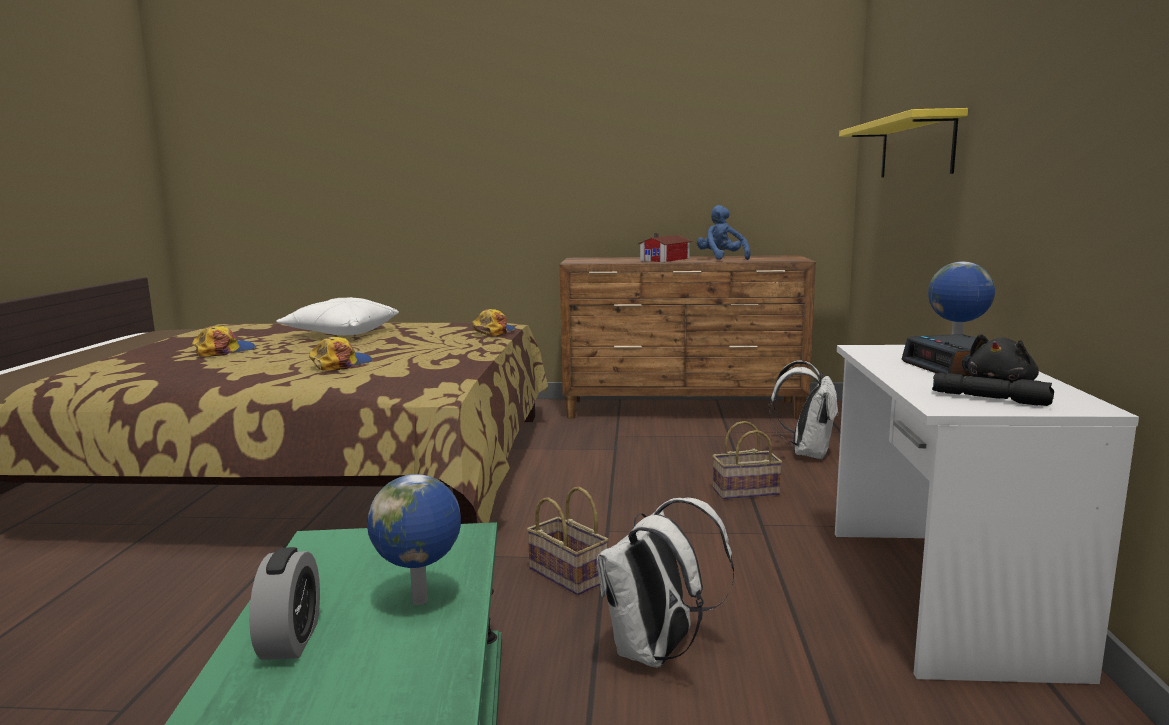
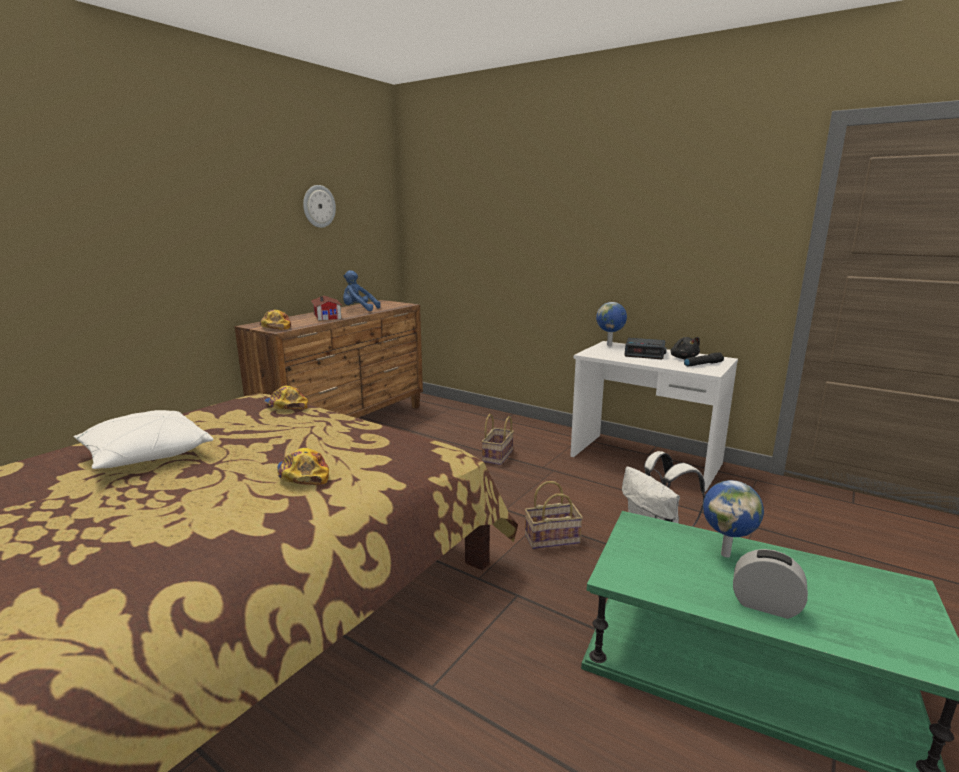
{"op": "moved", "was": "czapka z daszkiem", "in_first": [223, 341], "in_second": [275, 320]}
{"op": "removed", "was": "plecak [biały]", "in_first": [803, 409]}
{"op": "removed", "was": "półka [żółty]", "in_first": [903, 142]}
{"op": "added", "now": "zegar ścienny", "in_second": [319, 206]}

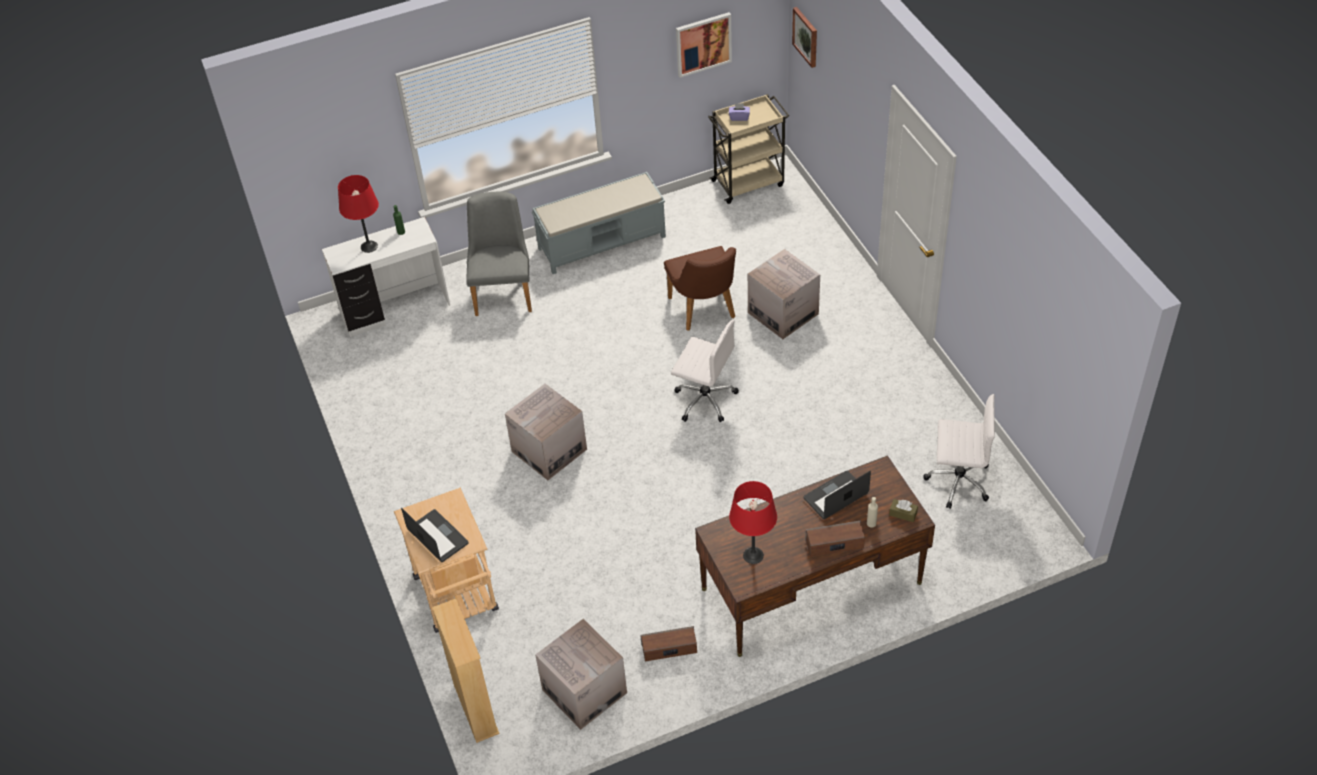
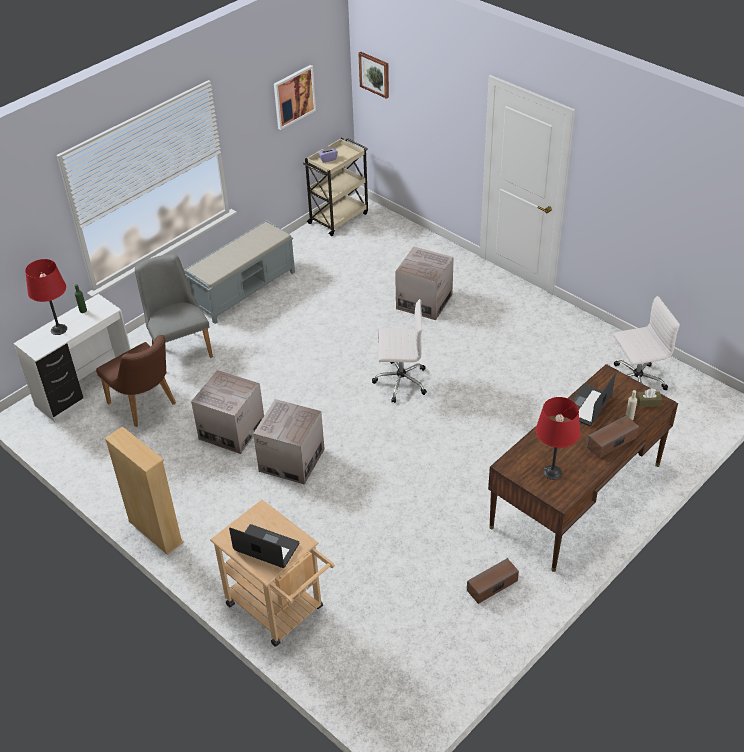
{"op": "moved", "was": "regał [beżowy]", "in_first": [466, 671], "in_second": [144, 491]}
{"op": "moved", "was": "karton", "in_first": [581, 674], "in_second": [227, 412]}
{"op": "moved", "was": "krzesło [brązowy]", "in_first": [700, 288], "in_second": [136, 381]}

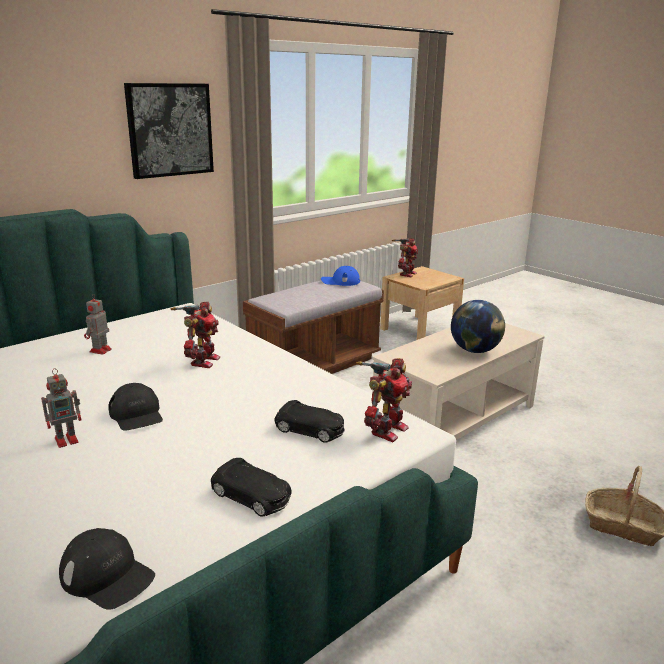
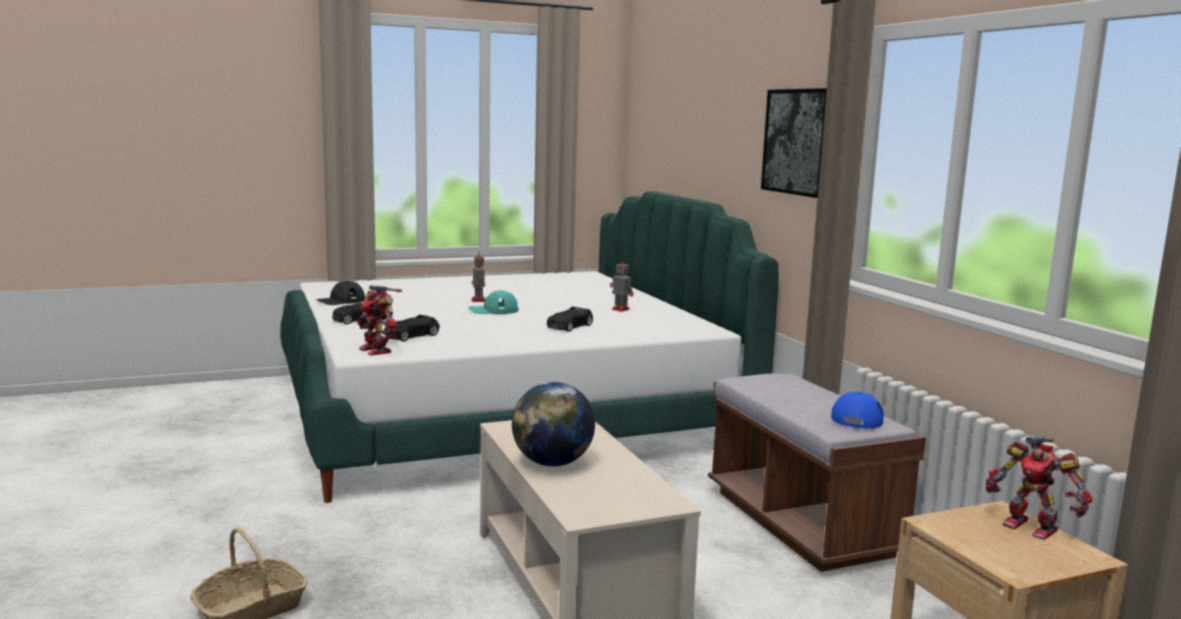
{"op": "recoloured", "was": "czapka z daszkiem [czarny]", "now": "czapka z daszkiem [turkusowy]", "in_first": [135, 407], "in_second": [493, 302]}
{"op": "replaced", "was": "robot zabawkowy", "now": "samochodzik [czarny]", "in_first": [195, 335], "in_second": [570, 319]}

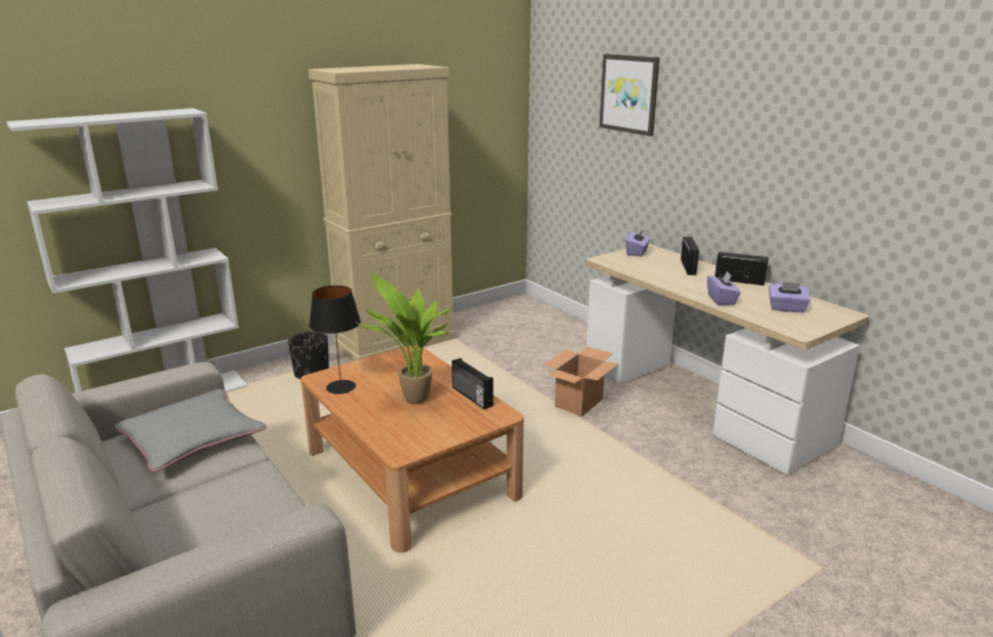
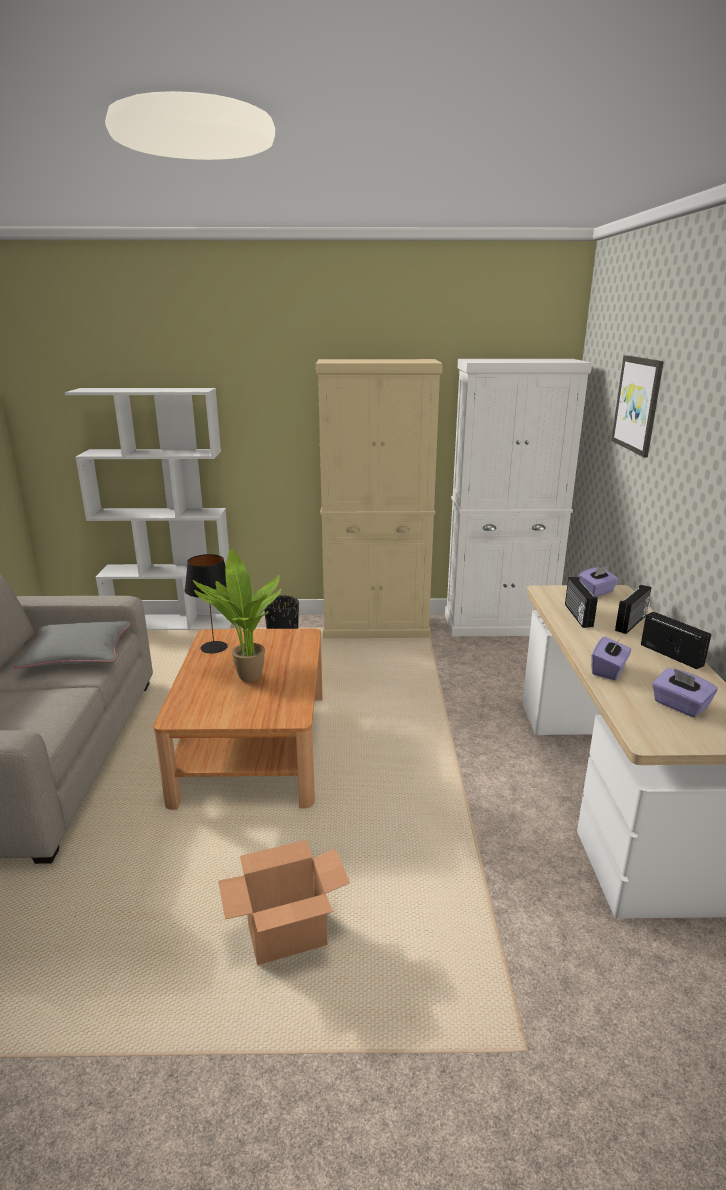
{"op": "moved", "was": "radio", "in_first": [472, 384], "in_second": [581, 602]}
{"op": "moved", "was": "karton", "in_first": [580, 381], "in_second": [284, 902]}
{"op": "added", "now": "szafka [biały]", "in_second": [518, 497]}

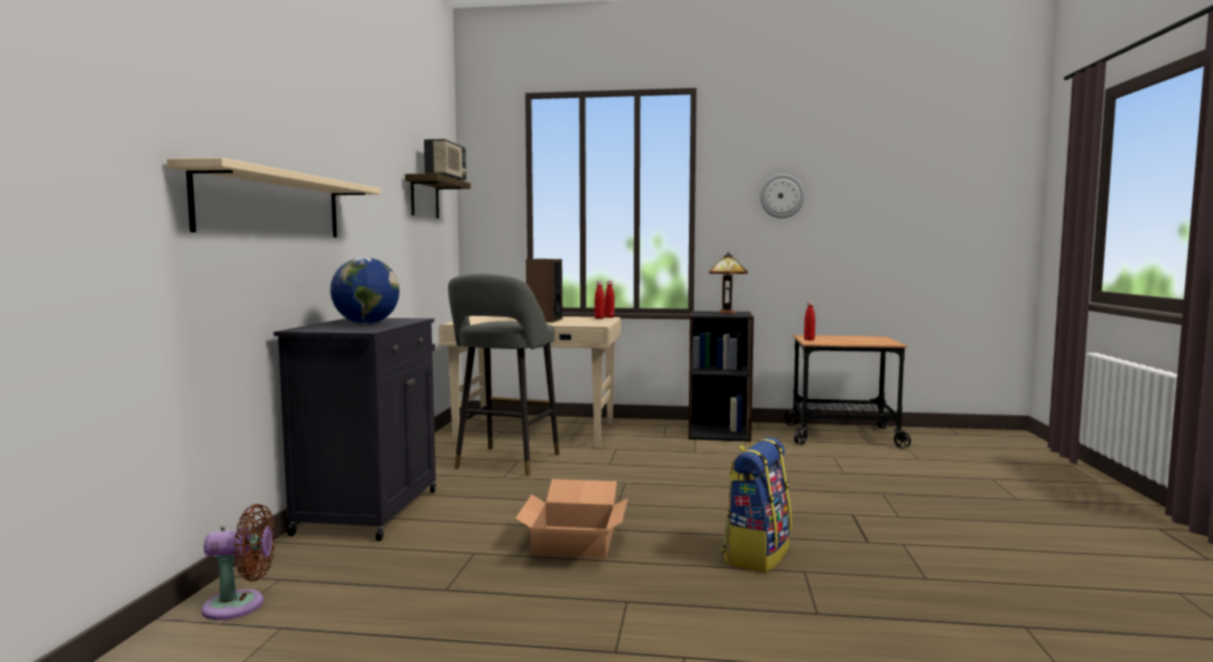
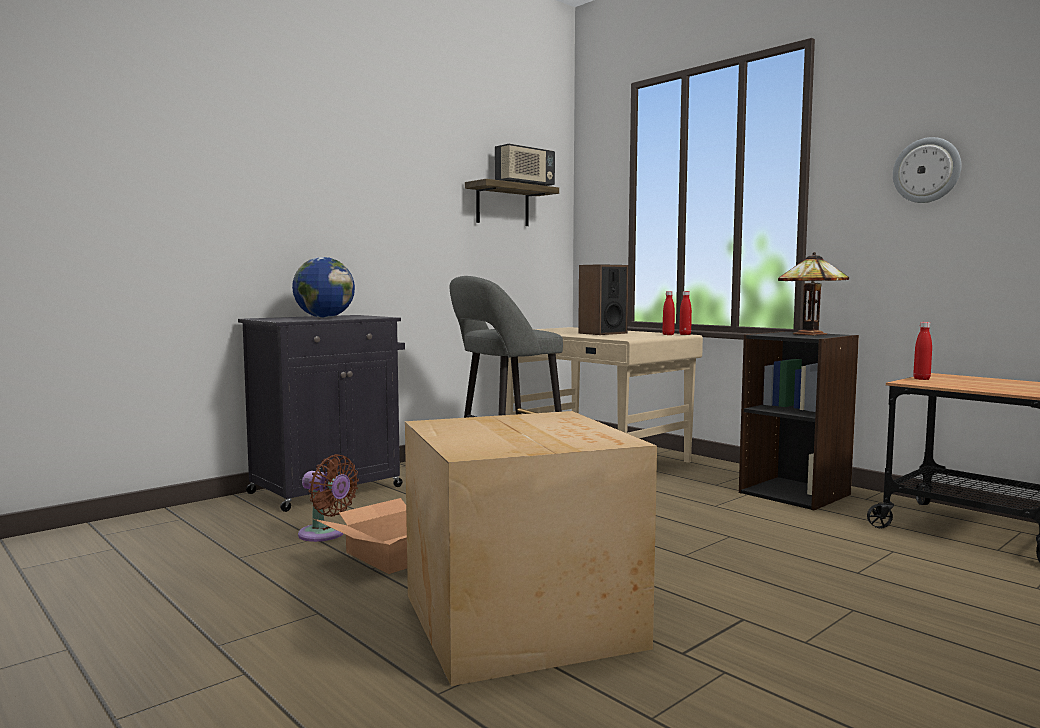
{"op": "removed", "was": "półka [beżowy]", "in_first": [274, 198]}
{"op": "moved", "was": "wentylator [brązowy]", "in_first": [238, 562], "in_second": [328, 498]}
{"op": "replaced", "was": "plecak", "now": "karton", "in_first": [756, 505], "in_second": [531, 548]}

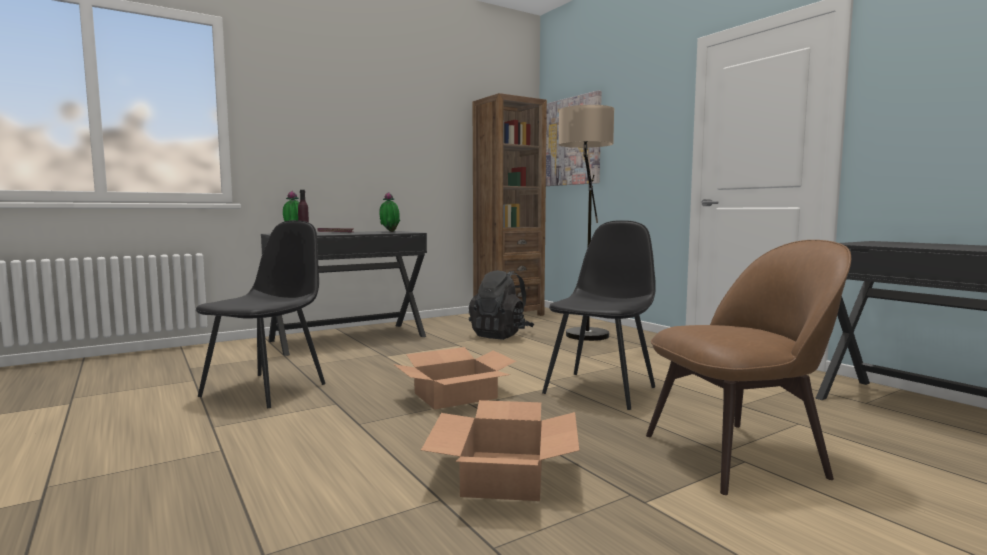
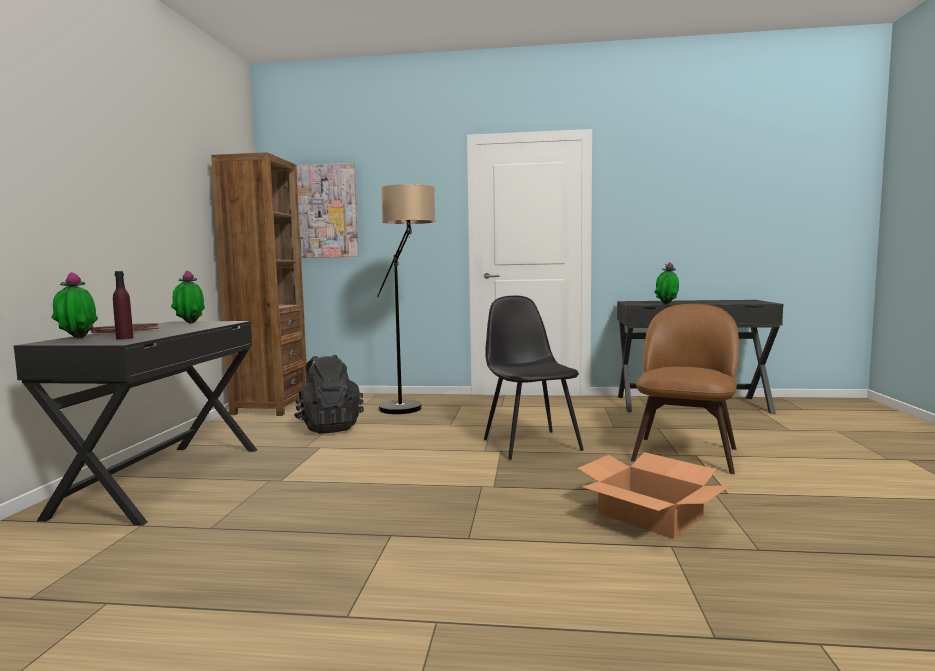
{"op": "removed", "was": "krzesło [czarny]", "in_first": [261, 314]}
{"op": "removed", "was": "karton", "in_first": [454, 378]}
{"op": "added", "now": "roślina doniczkowa", "in_second": [666, 283]}

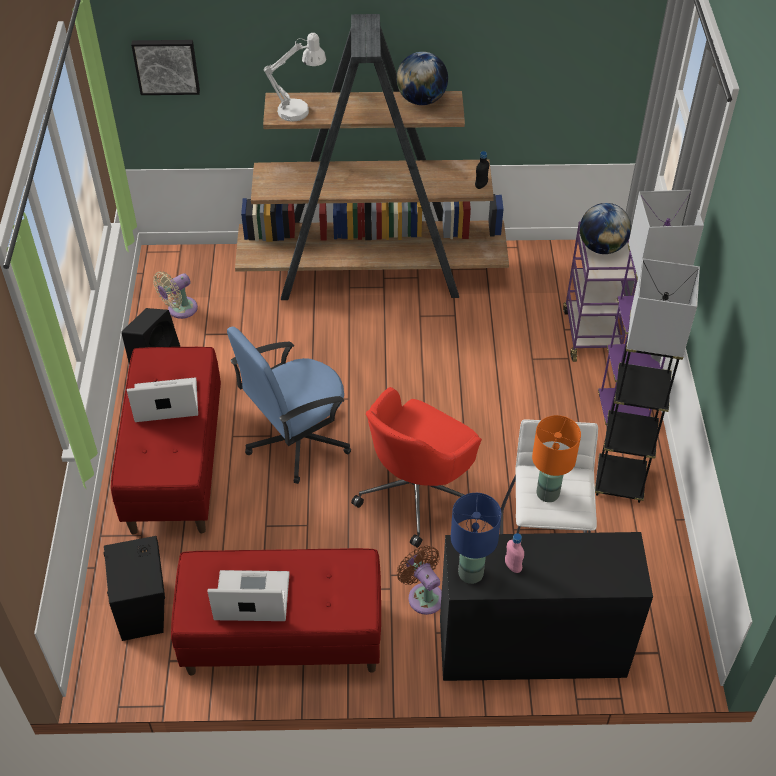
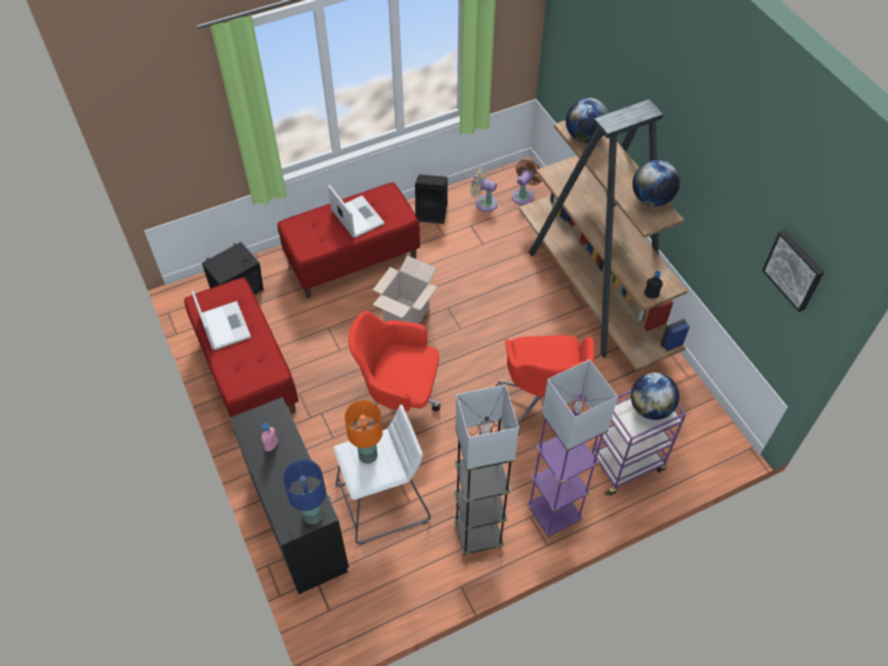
{"op": "moved", "was": "obraz", "in_first": [165, 67], "in_second": [793, 271]}
{"op": "replaced", "was": "krzesło biurowe [niebieski]", "now": "karton", "in_first": [289, 405], "in_second": [404, 290]}
{"op": "replaced", "was": "lampa stołowa [biały]", "now": "globus", "in_first": [295, 77], "in_second": [587, 120]}
{"op": "moved", "was": "wentylator [brązowy]", "in_first": [419, 580], "in_second": [527, 182]}
{"op": "moved", "was": "lampa stołowa [niebieski]", "in_first": [476, 538], "in_second": [304, 492]}
{"op": "added", "now": "krzesło biurowe [czerwony]", "in_second": [545, 385]}

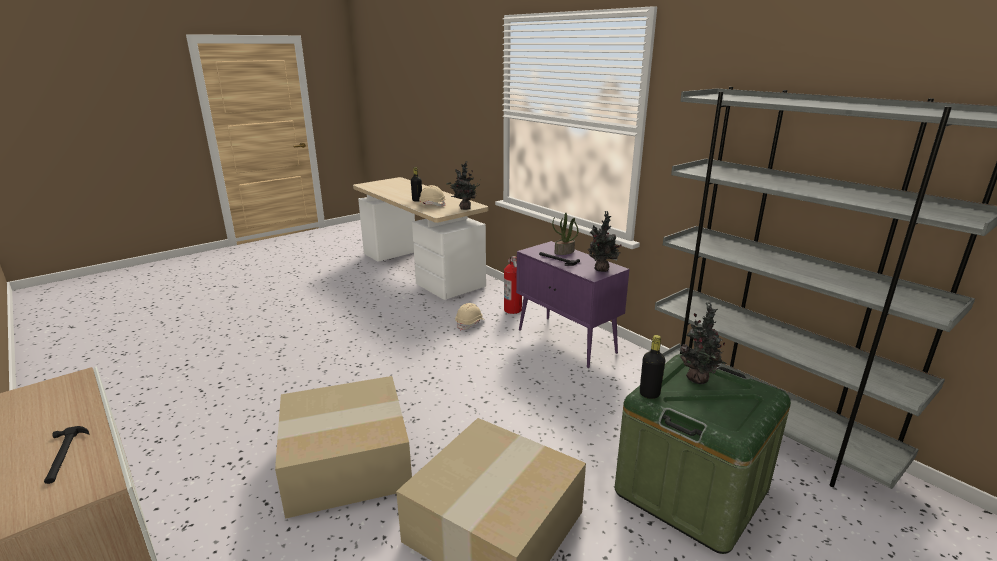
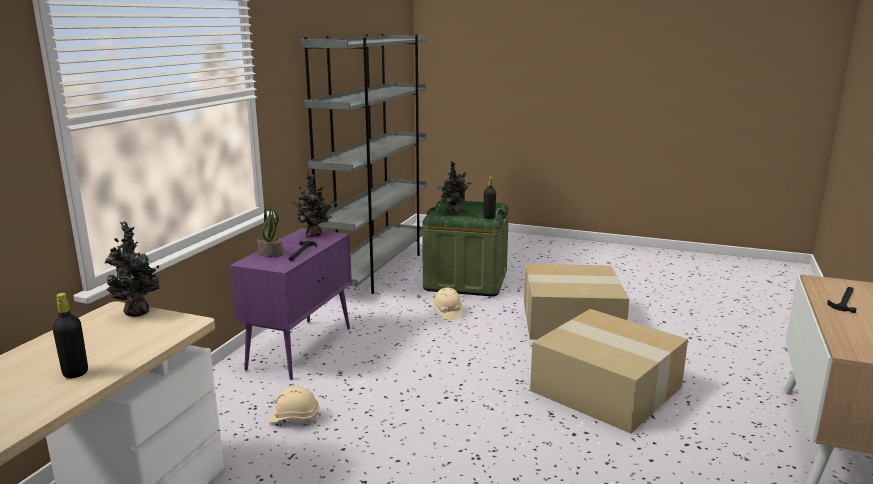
{"op": "moved", "was": "kask [beżowy]", "in_first": [431, 196], "in_second": [448, 303]}
{"op": "removed", "was": "gaśnica", "in_first": [513, 285]}

